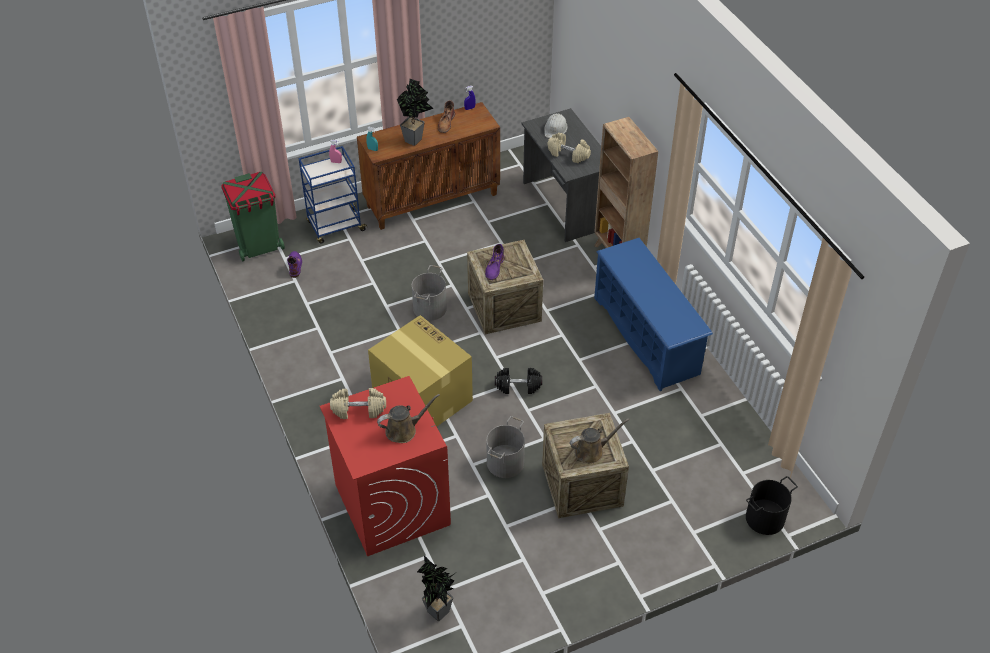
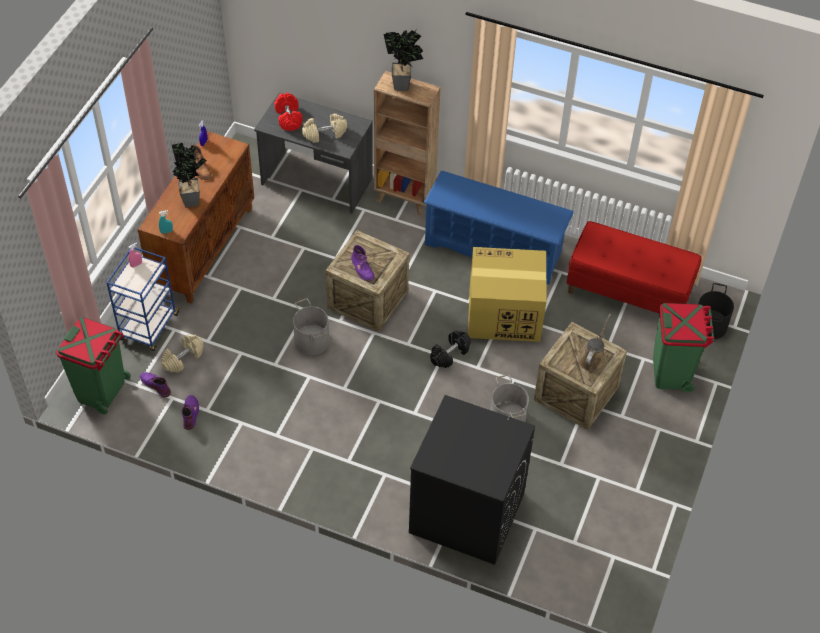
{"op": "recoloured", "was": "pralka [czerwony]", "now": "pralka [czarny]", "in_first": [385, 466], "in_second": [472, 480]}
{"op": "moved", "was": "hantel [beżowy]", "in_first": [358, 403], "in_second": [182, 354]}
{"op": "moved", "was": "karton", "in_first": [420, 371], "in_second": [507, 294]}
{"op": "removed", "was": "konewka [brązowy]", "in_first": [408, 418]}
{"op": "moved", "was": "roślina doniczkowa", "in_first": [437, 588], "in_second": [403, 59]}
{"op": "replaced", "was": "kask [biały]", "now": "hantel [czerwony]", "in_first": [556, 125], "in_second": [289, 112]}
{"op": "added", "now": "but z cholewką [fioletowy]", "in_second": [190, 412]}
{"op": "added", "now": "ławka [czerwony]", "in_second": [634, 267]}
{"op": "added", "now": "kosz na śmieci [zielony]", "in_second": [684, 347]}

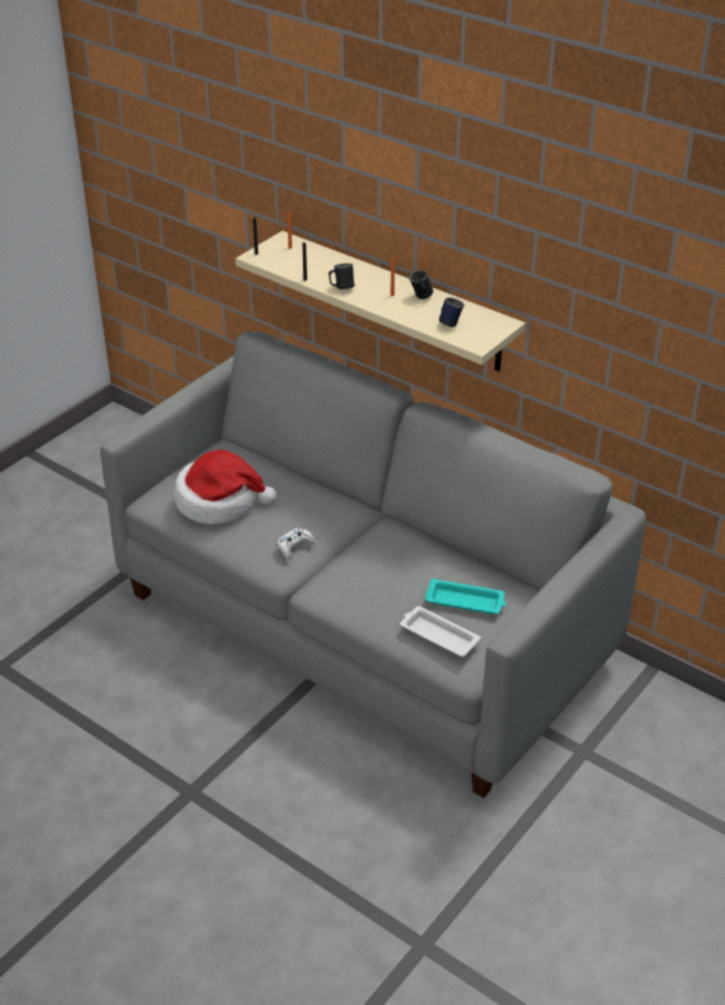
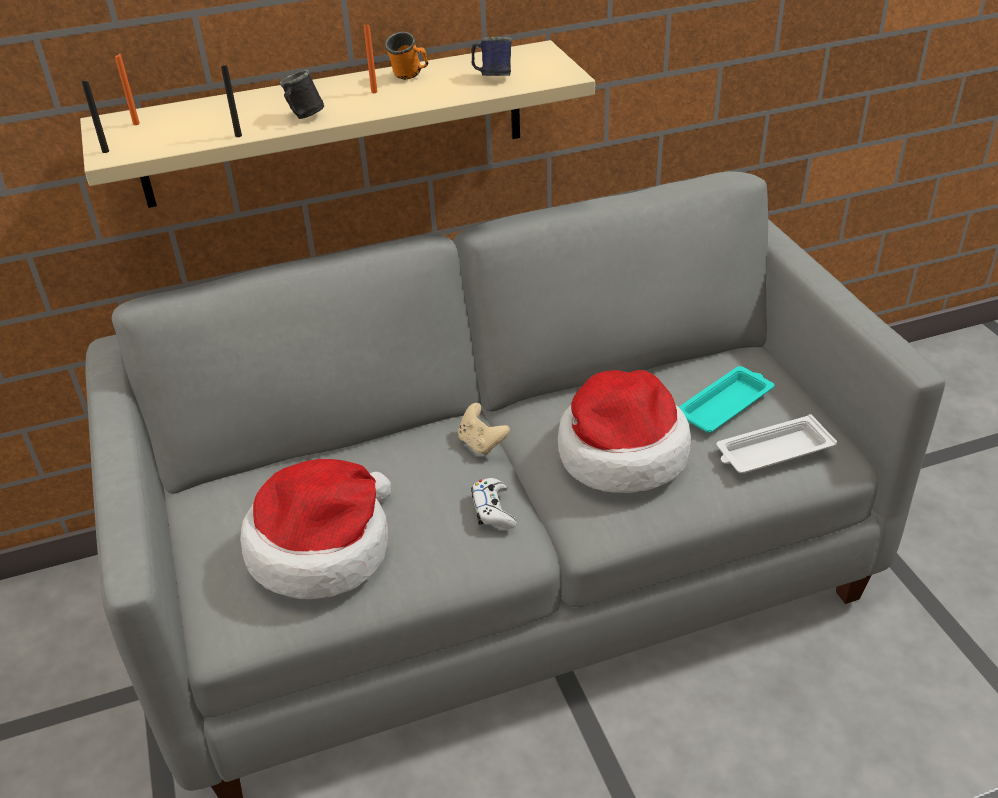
{"op": "recoloured", "was": "kubek [czarny]", "now": "kubek [pomarańczowy]", "in_first": [421, 284], "in_second": [406, 56]}
{"op": "added", "now": "pad do gier [beżowy]", "in_second": [484, 429]}
{"op": "added", "now": "kapelusz", "in_second": [624, 431]}

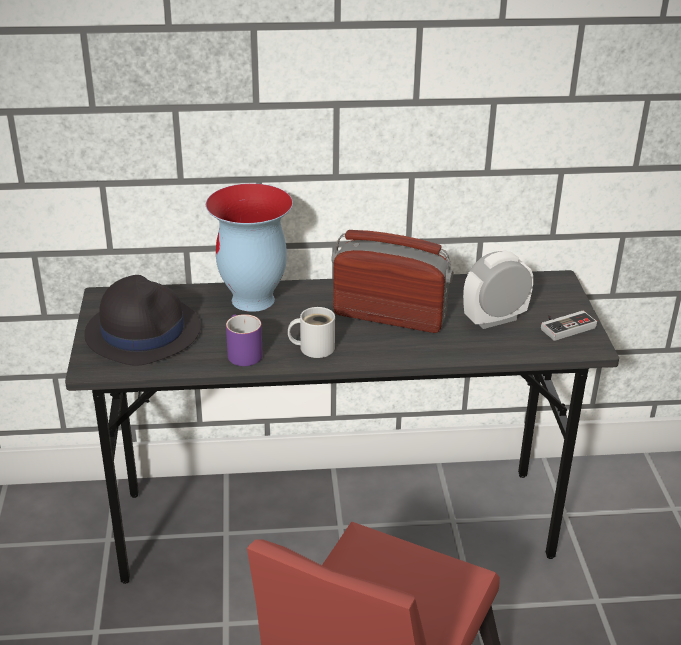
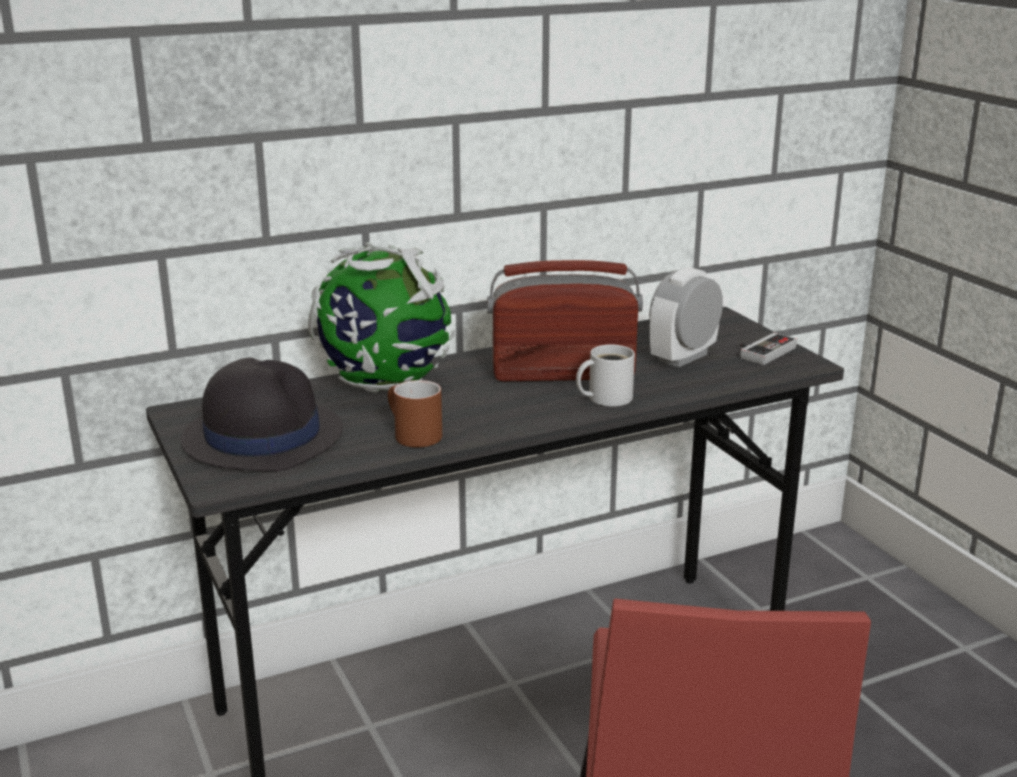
{"op": "replaced", "was": "wazon", "now": "globus", "in_first": [249, 247], "in_second": [381, 317]}
{"op": "recoloured", "was": "kubek [fioletowy]", "now": "kubek [brązowy]", "in_first": [244, 340], "in_second": [415, 414]}
{"op": "moved", "was": "kubek [biały]", "in_first": [311, 332], "in_second": [605, 375]}

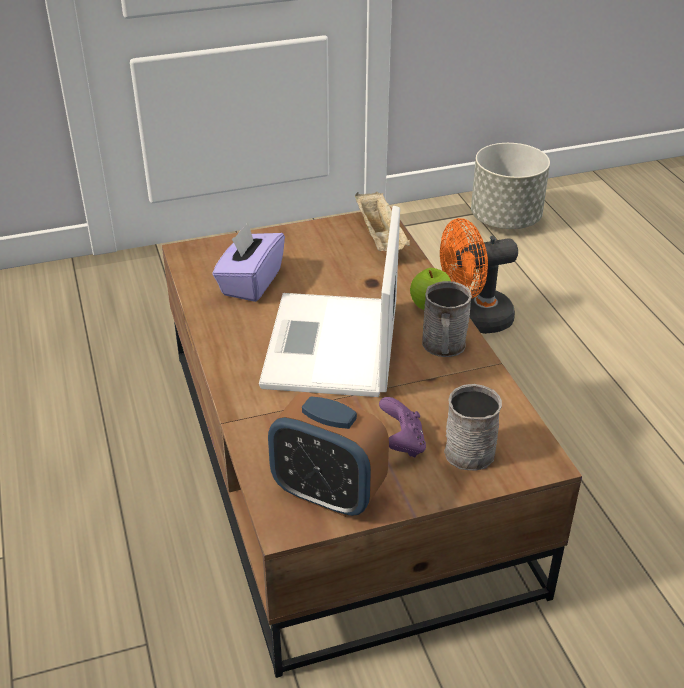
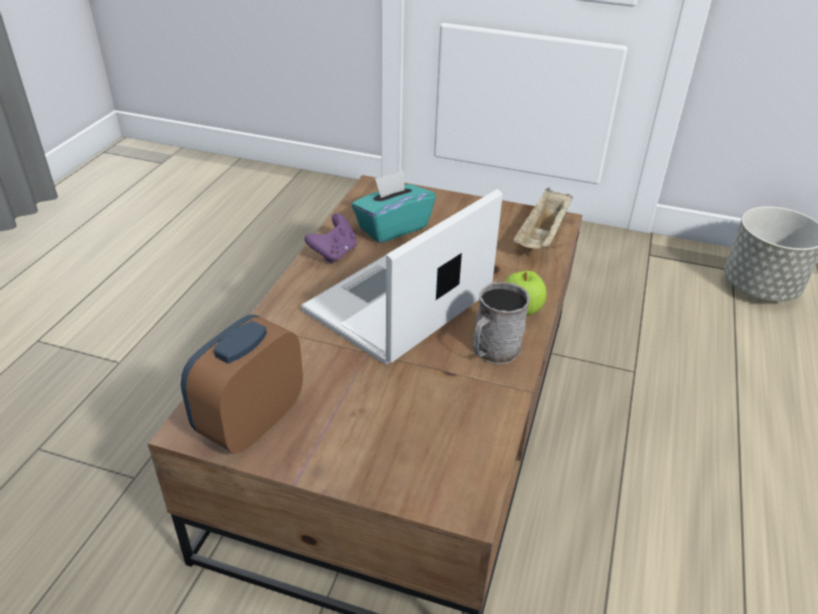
{"op": "recoloured", "was": "pudełko chusteczek [fioletowy]", "now": "pudełko chusteczek [turkusowy]", "in_first": [248, 262], "in_second": [394, 207]}
{"op": "turned", "was": "budzik", "in_first": [328, 454], "in_second": [242, 384], "clockwise": 60}
{"op": "moved", "was": "pad do gier [fioletowy]", "in_first": [402, 427], "in_second": [330, 238]}
{"op": "removed", "was": "wentylator [pomarańczowy]", "in_first": [479, 276]}
{"op": "removed", "was": "kubek [szary]", "in_first": [473, 427]}

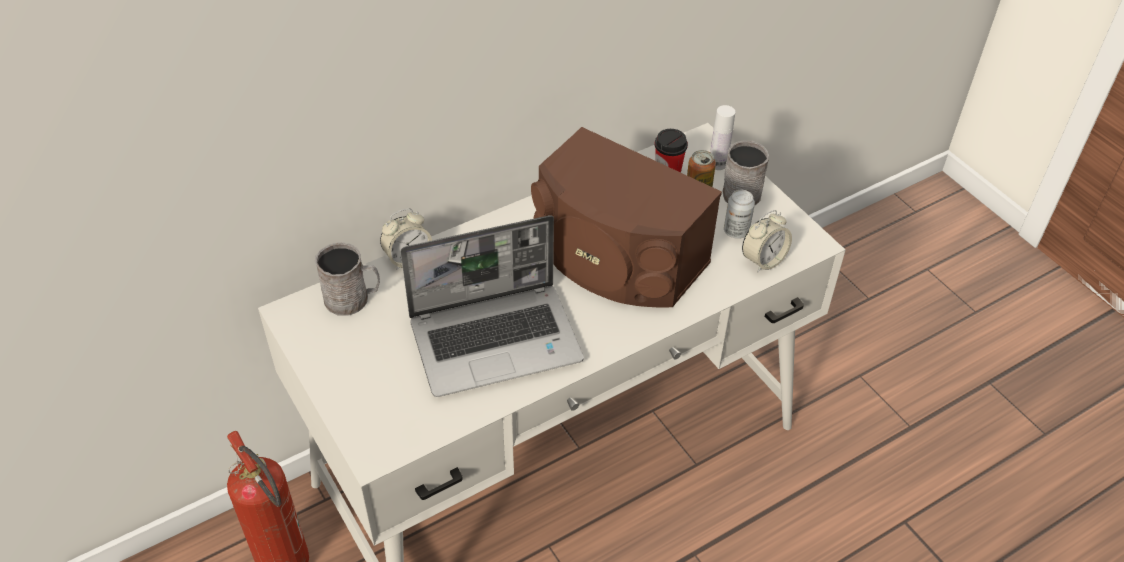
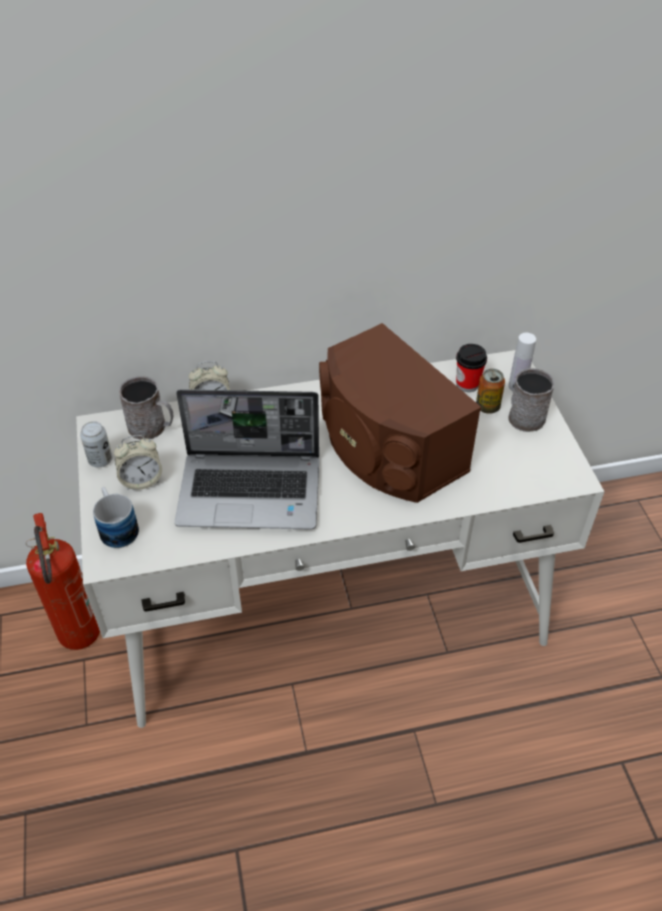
{"op": "moved", "was": "puszka", "in_first": [739, 214], "in_second": [96, 444]}
{"op": "moved", "was": "budzik", "in_first": [767, 241], "in_second": [138, 462]}
{"op": "added", "now": "kubek", "in_second": [116, 517]}

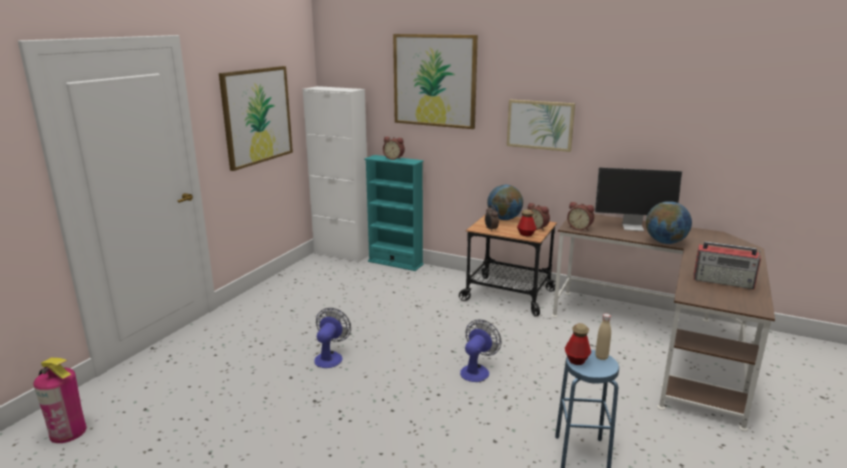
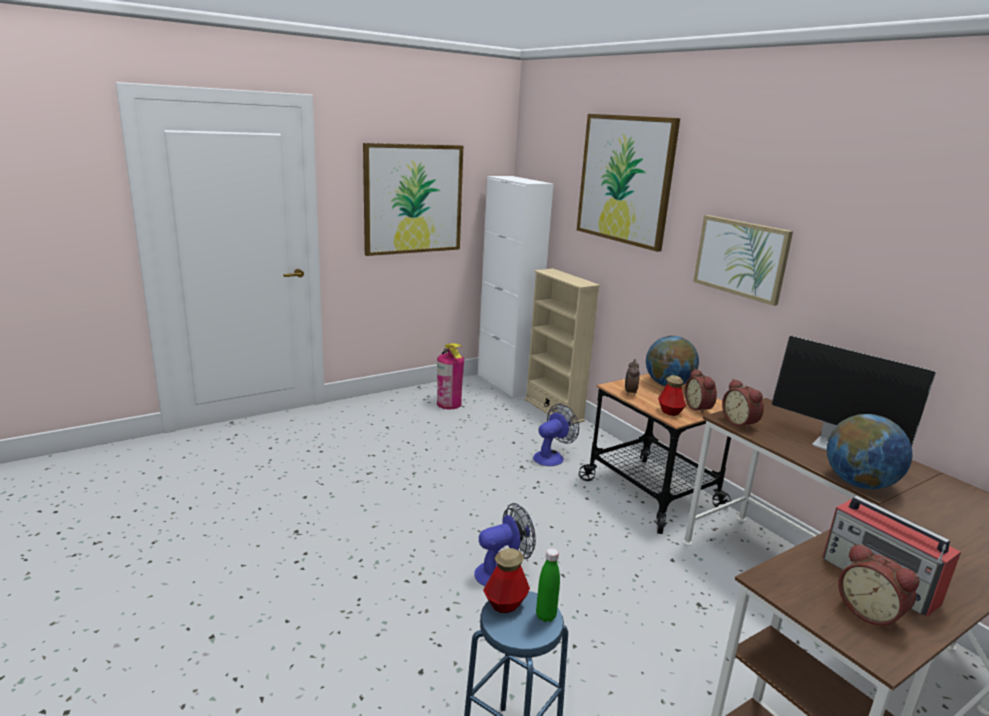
{"op": "moved", "was": "gaśnica", "in_first": [60, 400], "in_second": [450, 376]}
{"op": "moved", "was": "wentylator", "in_first": [332, 338], "in_second": [556, 435]}
{"op": "recoloured", "was": "regał [turkusowy]", "now": "regał [beżowy]", "in_first": [394, 213], "in_second": [562, 346]}
{"op": "moved", "was": "budzik", "in_first": [394, 148], "in_second": [879, 587]}
{"op": "recoloured", "was": "butelka [beżowy]", "now": "butelka [zielony]", "in_first": [603, 337], "in_second": [548, 585]}

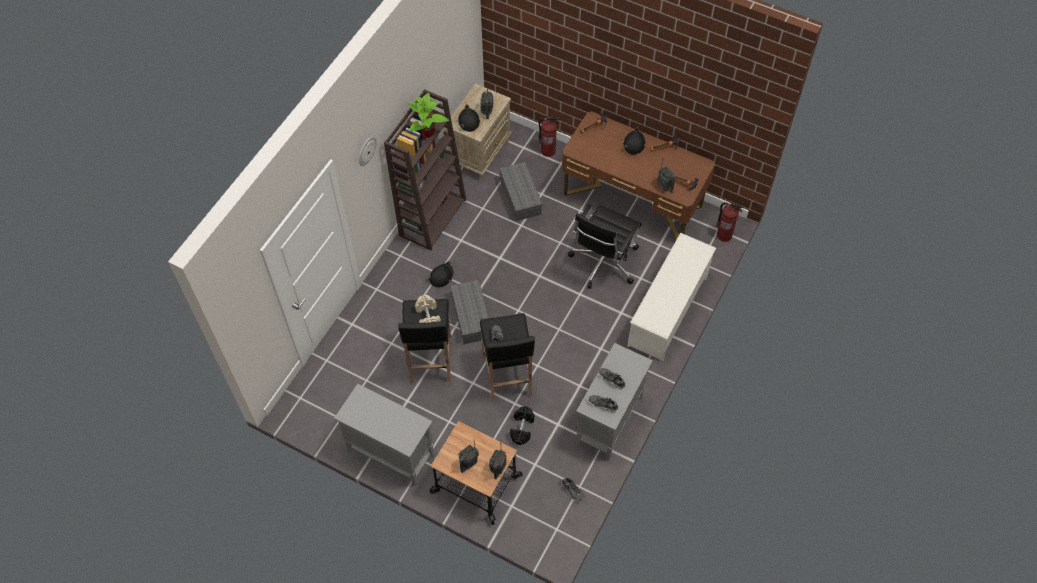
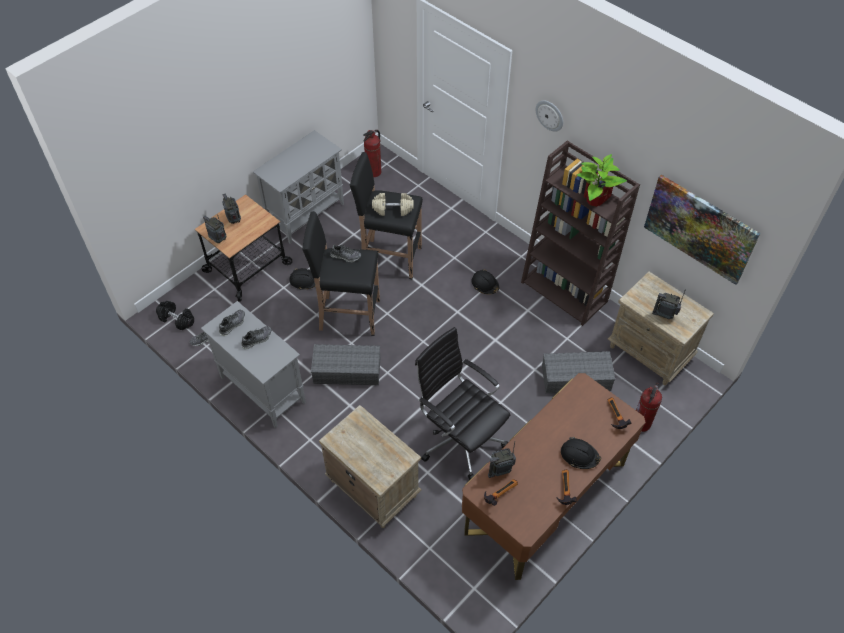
{"op": "moved", "was": "pojemnik do przechowywania [szary]", "in_first": [469, 312], "in_second": [345, 364]}
{"op": "moved", "was": "kask [czarny]", "in_first": [469, 118], "in_second": [302, 279]}
{"op": "moved", "was": "hantel [czarny]", "in_first": [522, 425], "in_second": [175, 315]}
{"op": "replaced", "was": "regał na buty [biały]", "now": "szafka nocna [beżowy]", "in_first": [671, 297], "in_second": [370, 466]}
{"op": "moved", "was": "gaśnica", "in_first": [730, 221], "in_second": [372, 153]}
{"op": "added", "now": "obraz", "in_second": [702, 230]}

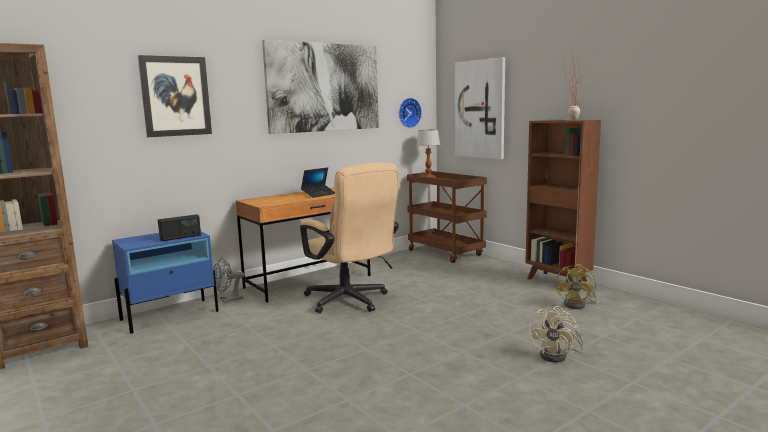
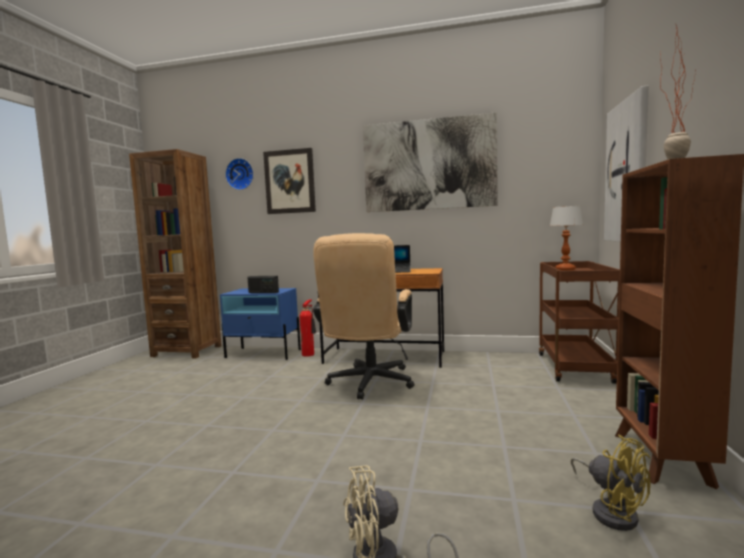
{"op": "replaced", "was": "wentylator [szary]", "now": "gaśnica", "in_first": [228, 280], "in_second": [308, 328]}
{"op": "moved", "was": "zegar ścienny", "in_first": [410, 113], "in_second": [239, 174]}
{"op": "turned", "was": "wentylator [żółty]", "in_first": [577, 286], "in_second": [611, 482], "clockwise": -105}

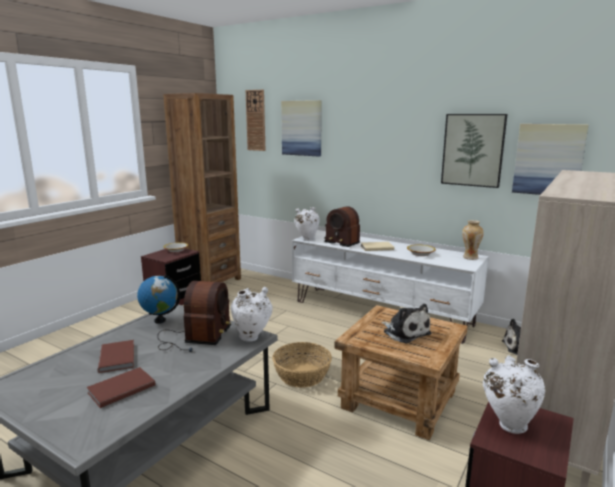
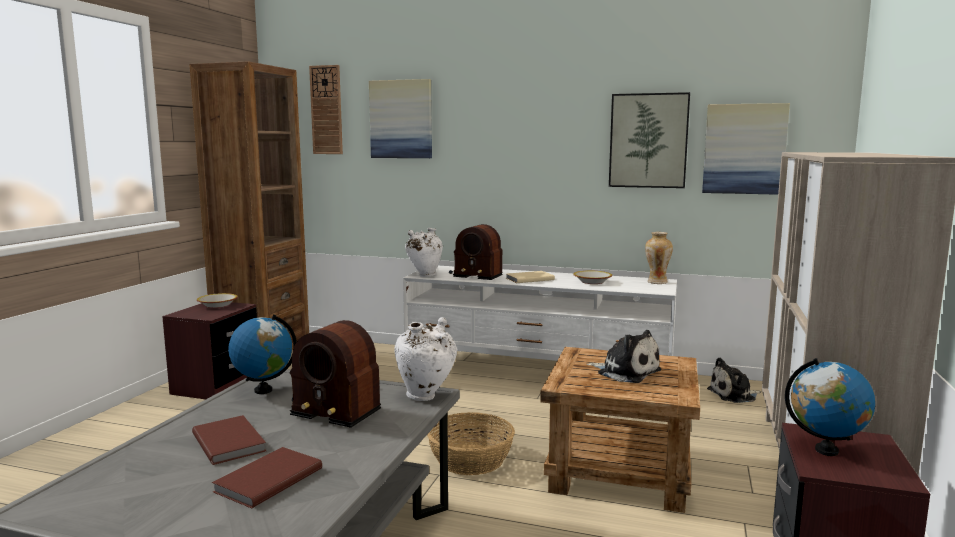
{"op": "turned", "was": "radio", "in_first": [194, 316], "in_second": [335, 374], "clockwise": 120}
{"op": "replaced", "was": "wazon [biały]", "now": "globus", "in_first": [514, 394], "in_second": [830, 407]}

